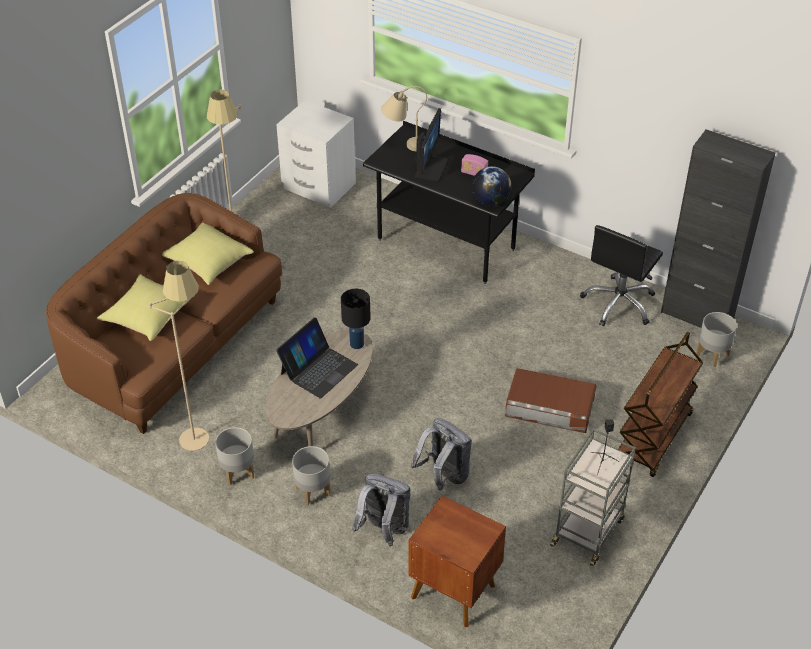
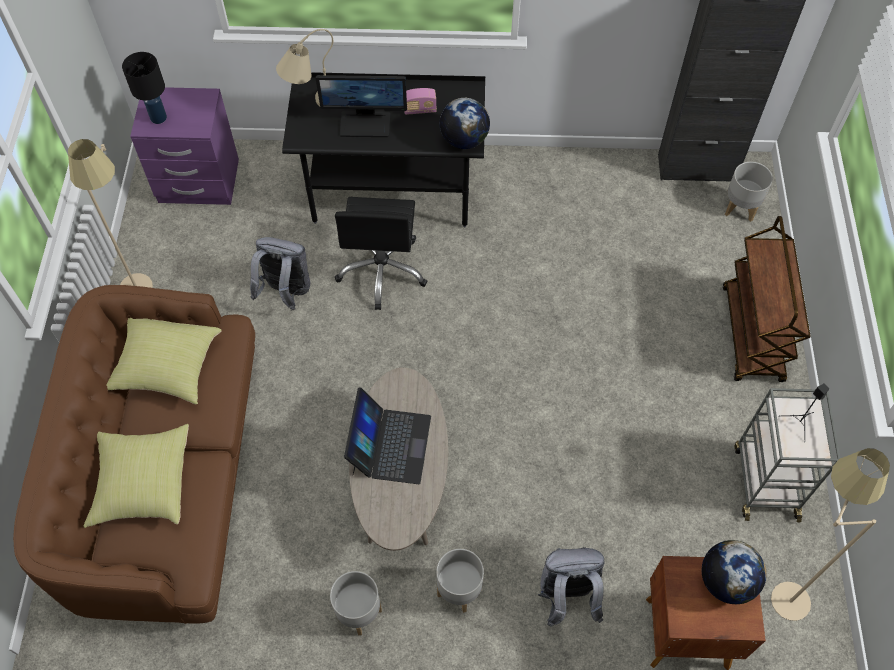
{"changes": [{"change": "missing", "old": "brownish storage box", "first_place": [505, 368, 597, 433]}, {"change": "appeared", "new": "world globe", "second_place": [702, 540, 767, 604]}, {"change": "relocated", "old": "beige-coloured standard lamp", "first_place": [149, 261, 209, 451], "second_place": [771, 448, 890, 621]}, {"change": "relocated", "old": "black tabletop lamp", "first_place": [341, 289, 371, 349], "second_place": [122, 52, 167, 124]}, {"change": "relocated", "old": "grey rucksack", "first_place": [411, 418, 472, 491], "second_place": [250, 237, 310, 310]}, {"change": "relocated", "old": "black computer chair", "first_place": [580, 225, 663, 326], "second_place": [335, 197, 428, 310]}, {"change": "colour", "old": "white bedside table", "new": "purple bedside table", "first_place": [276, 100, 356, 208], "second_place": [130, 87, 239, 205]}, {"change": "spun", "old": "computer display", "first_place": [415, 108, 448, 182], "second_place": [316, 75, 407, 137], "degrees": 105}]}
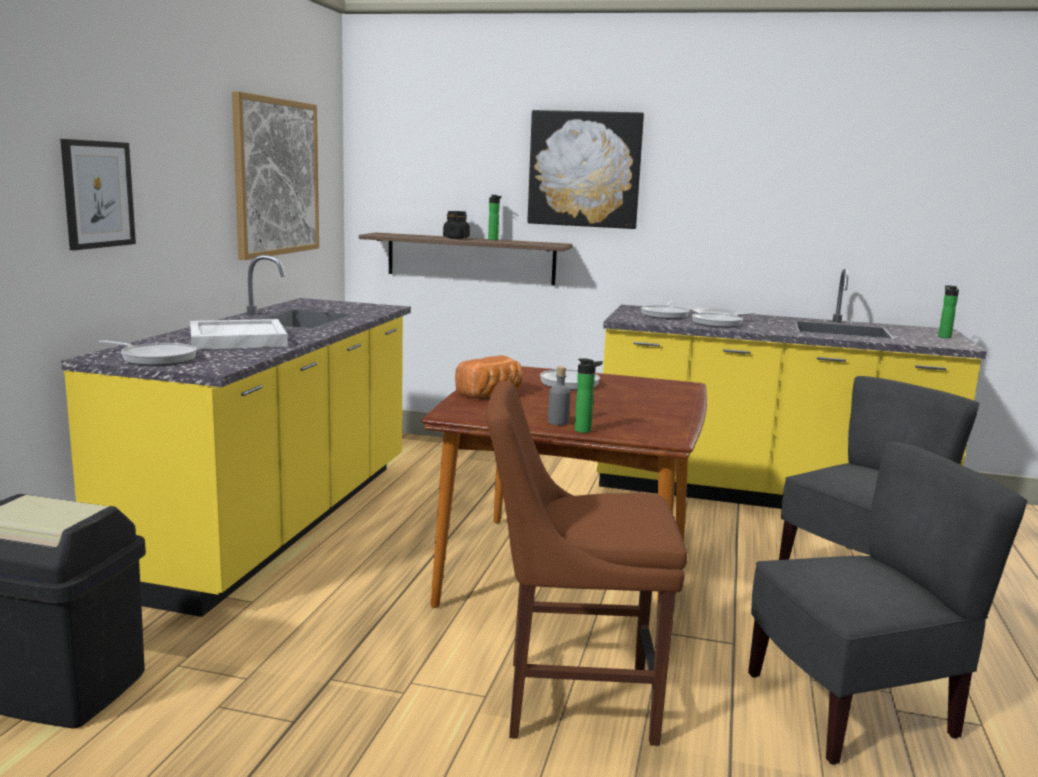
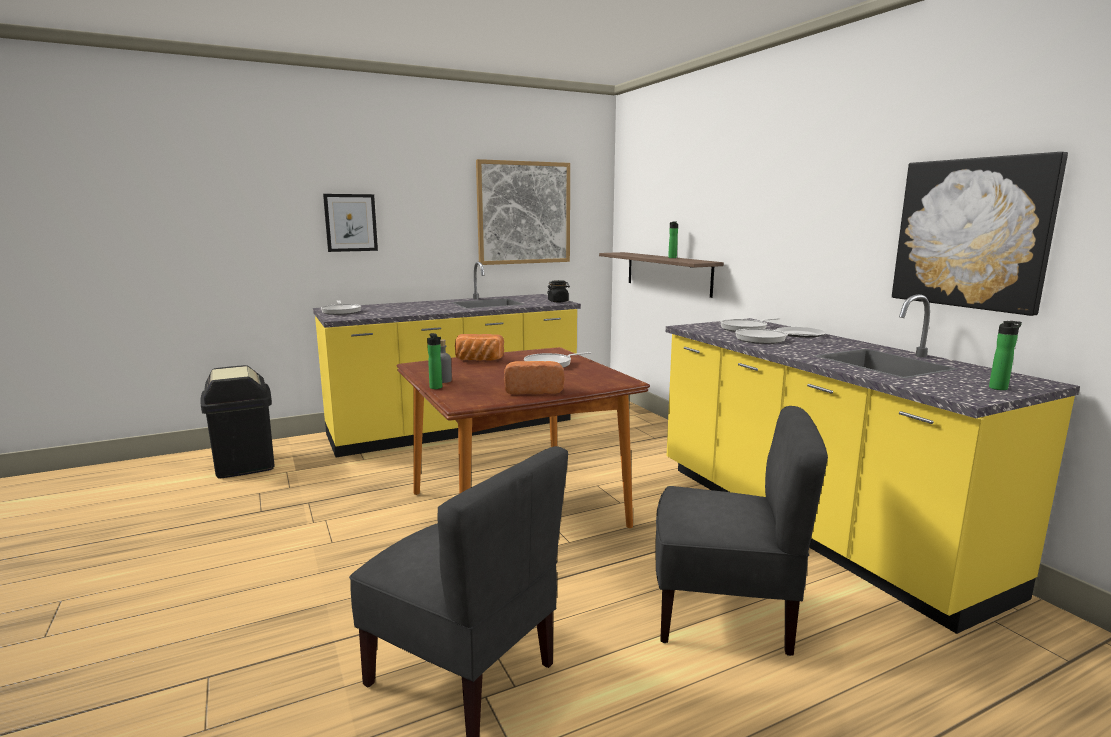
{"changes": [{"change": "missing", "old": "white tray", "first_place": [190, 319, 288, 350]}, {"change": "missing", "old": "brownish plain chair", "first_place": [487, 381, 687, 746]}, {"change": "appeared", "new": "bakery bread", "second_place": [504, 361, 564, 394]}, {"change": "relocated", "old": "black preserve jar", "first_place": [443, 211, 470, 239], "second_place": [547, 280, 570, 302]}, {"change": "relocated", "old": "picture", "first_place": [528, 110, 644, 229], "second_place": [892, 152, 1068, 316]}]}
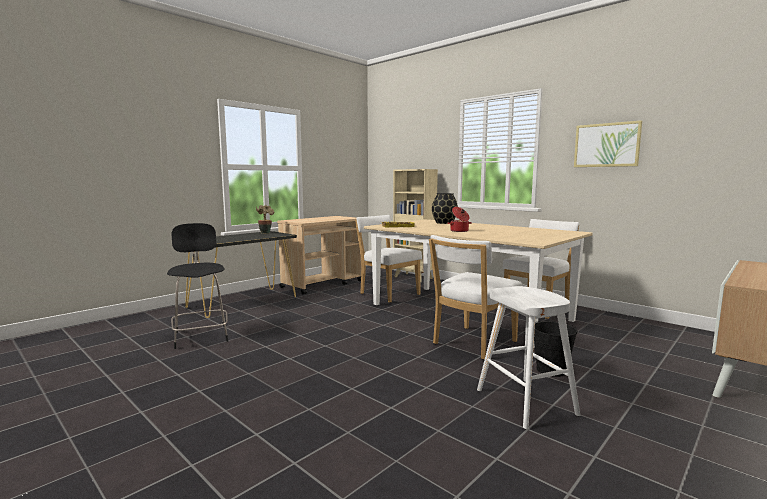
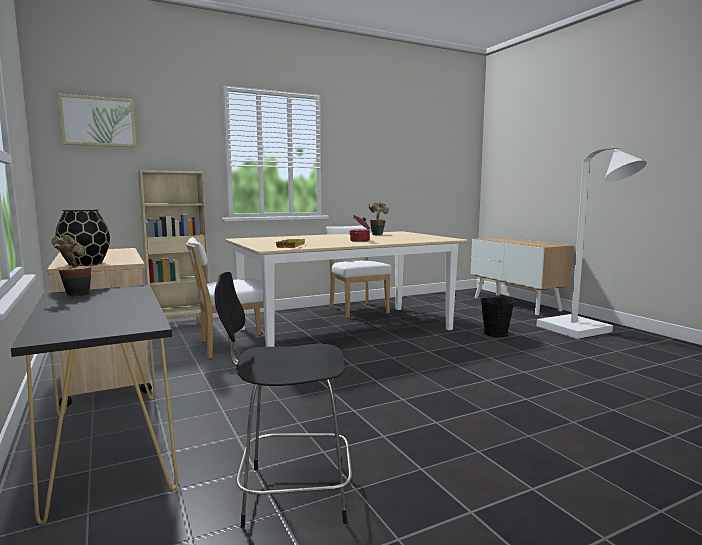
{"changes": [{"change": "missing", "old": "white plain chair", "first_place": [429, 235, 522, 360]}, {"change": "missing", "old": "white stool seat", "first_place": [477, 286, 580, 429]}, {"change": "appeared", "new": "houseplant", "second_place": [369, 202, 389, 235]}, {"change": "appeared", "new": "white standard lamp", "second_place": [536, 148, 647, 339]}, {"change": "relocated", "old": "black decorative vase", "first_place": [432, 193, 458, 224], "second_place": [55, 209, 110, 266]}, {"change": "relocated", "old": "picture", "first_place": [574, 120, 642, 167], "second_place": [58, 94, 136, 147]}]}
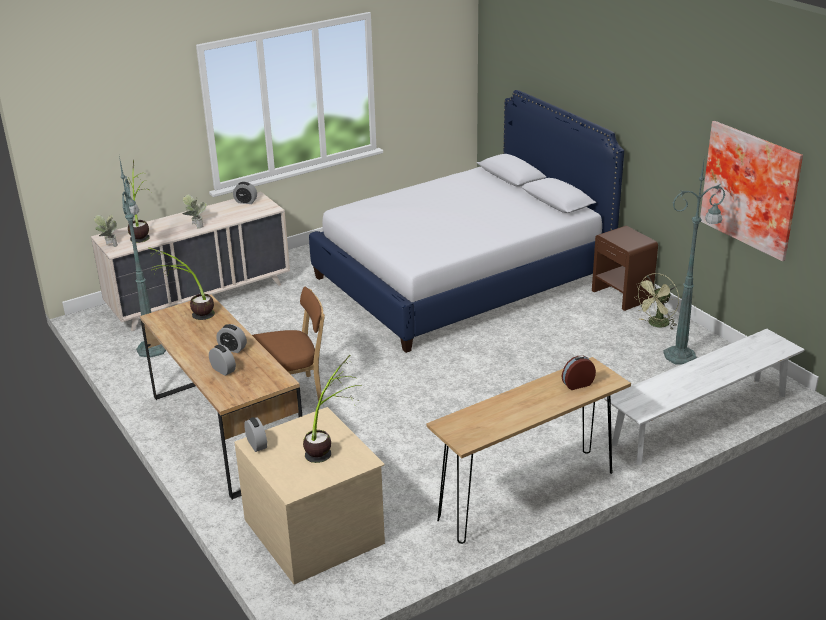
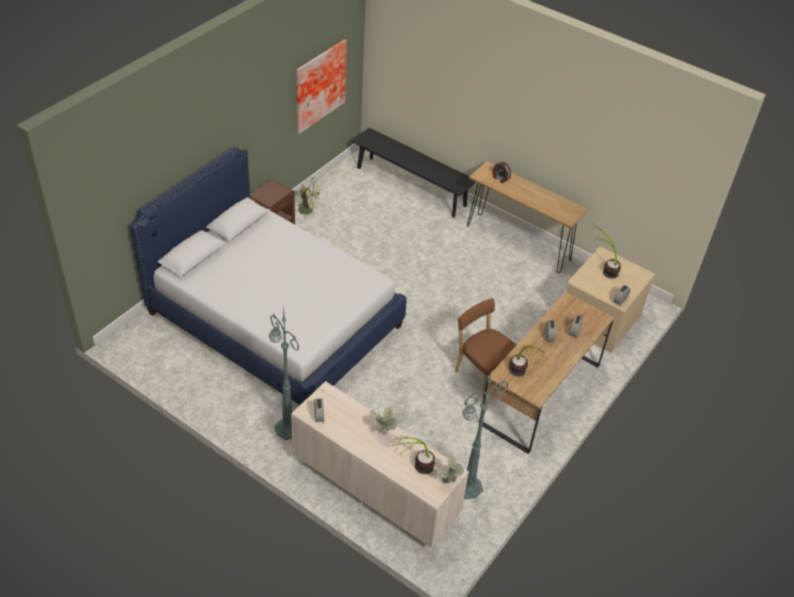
{"changes": [{"change": "relocated", "old": "greenish standard lamp", "first_place": [663, 161, 725, 365], "second_place": [269, 305, 299, 440]}, {"change": "colour", "old": "white long seat", "new": "black long seat", "first_place": [604, 329, 805, 465], "second_place": [352, 128, 476, 217]}]}
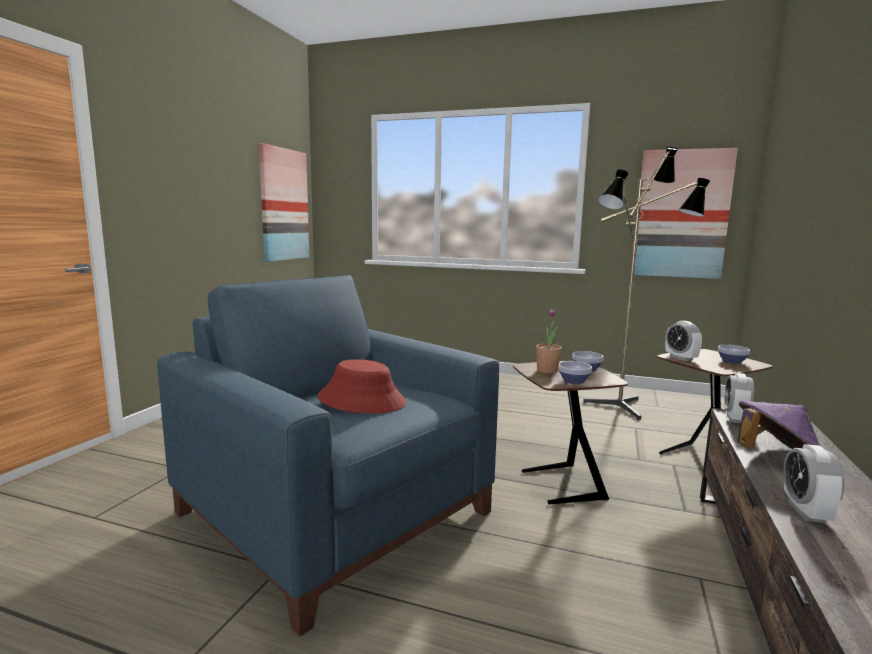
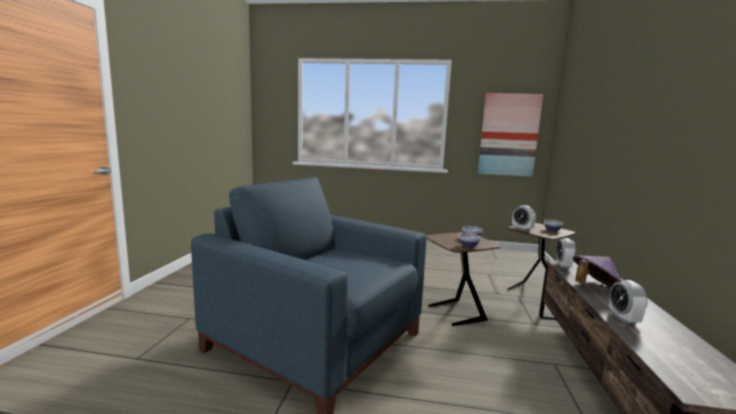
{"changes": [{"change": "missing", "old": "picture", "first_place": [259, 143, 309, 262]}, {"change": "missing", "old": "red clothing hat", "first_place": [318, 359, 406, 414]}, {"change": "missing", "old": "houseplant", "first_place": [536, 309, 562, 373]}, {"change": "missing", "old": "standard lamp", "first_place": [583, 147, 710, 420]}]}
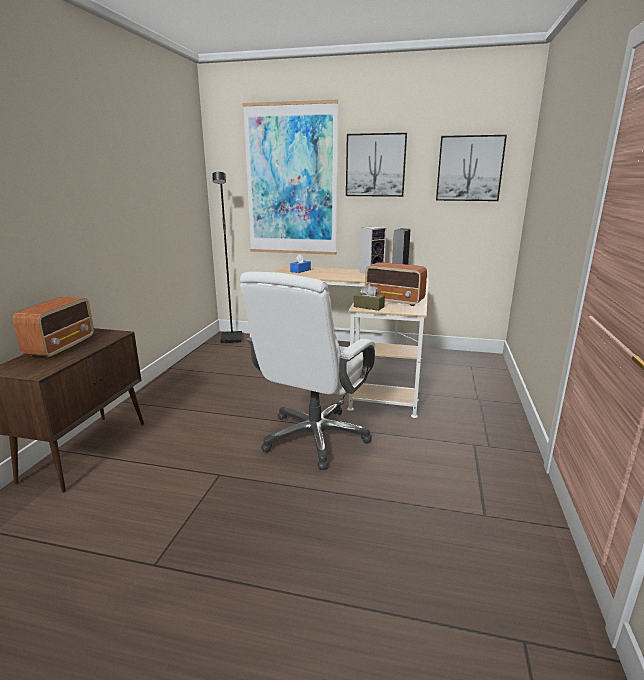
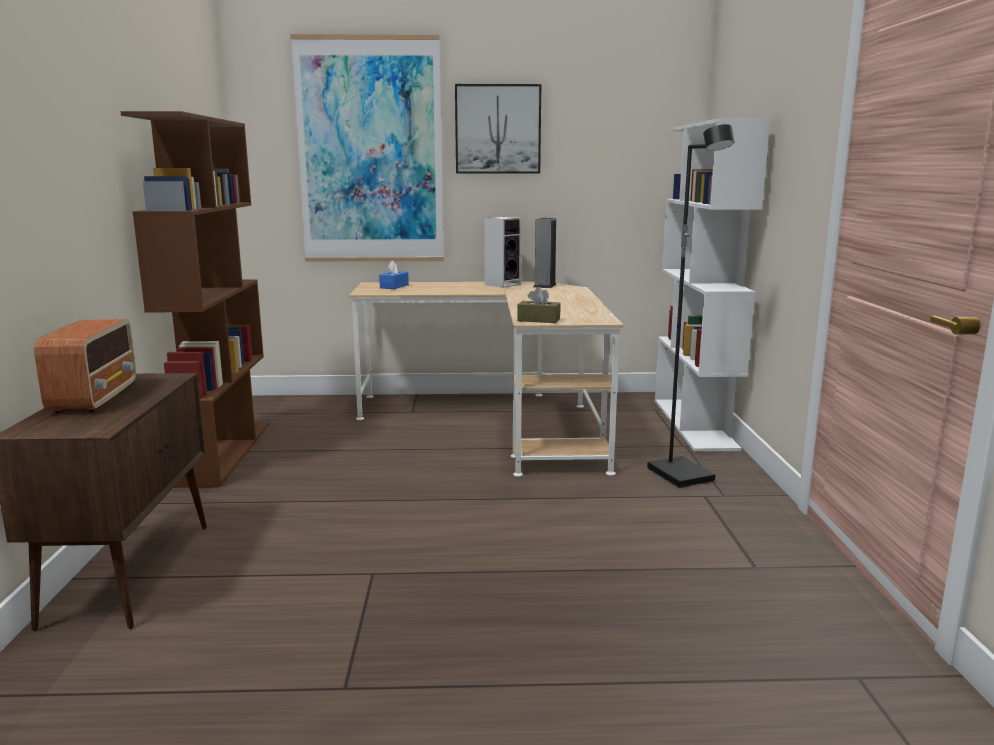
{"changes": [{"change": "missing", "old": "white computer chair", "first_place": [240, 272, 375, 470]}, {"change": "missing", "old": "radio receiver", "first_place": [365, 262, 427, 306]}, {"change": "missing", "old": "picture", "first_place": [436, 135, 507, 201]}, {"change": "appeared", "new": "brownish bookcase", "second_place": [120, 111, 269, 488]}, {"change": "appeared", "new": "white bookcase", "second_place": [655, 118, 770, 452]}, {"change": "relocated", "old": "black standard lamp", "first_place": [212, 172, 242, 344], "second_place": [647, 124, 734, 488]}]}
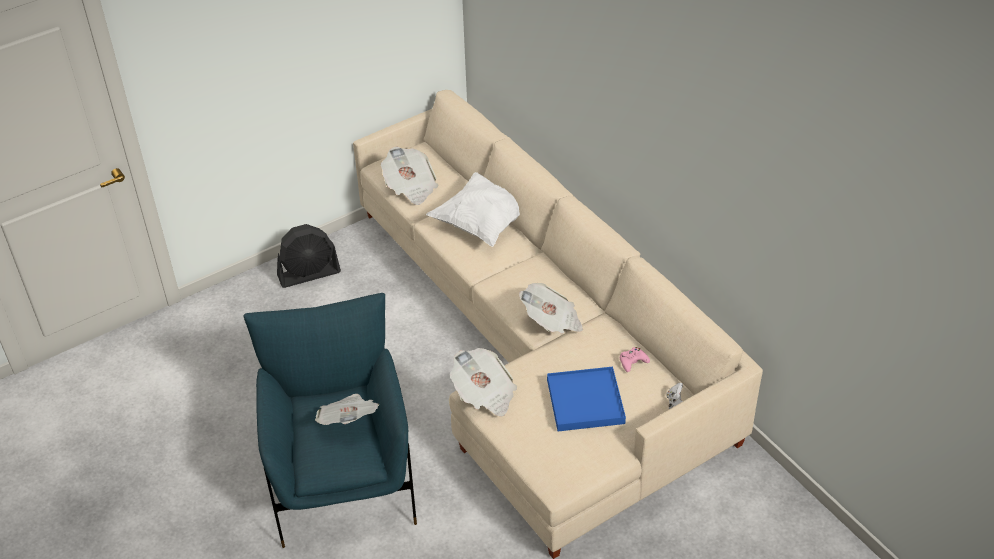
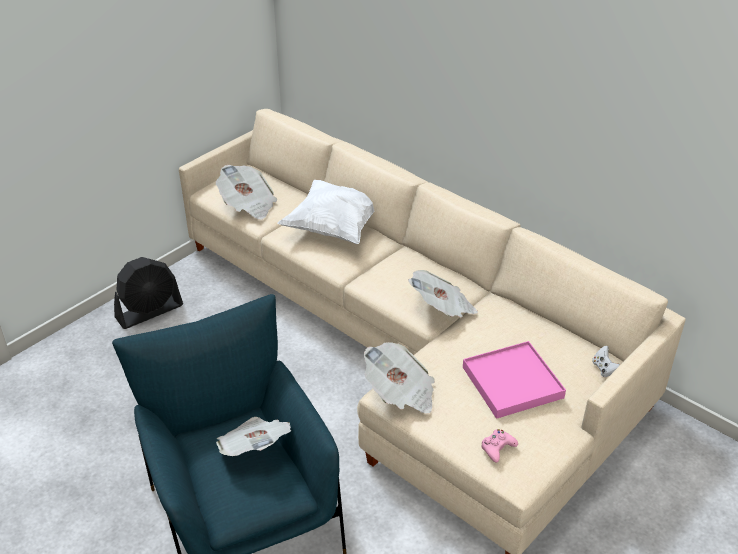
{"changes": [{"change": "relocated", "old": "pink-coloured game controller", "first_place": [620, 347, 650, 372], "second_place": [481, 429, 518, 463]}, {"change": "colour", "old": "blue-coloured tray", "new": "pink-coloured tray", "first_place": [547, 367, 626, 431], "second_place": [463, 341, 566, 419]}]}
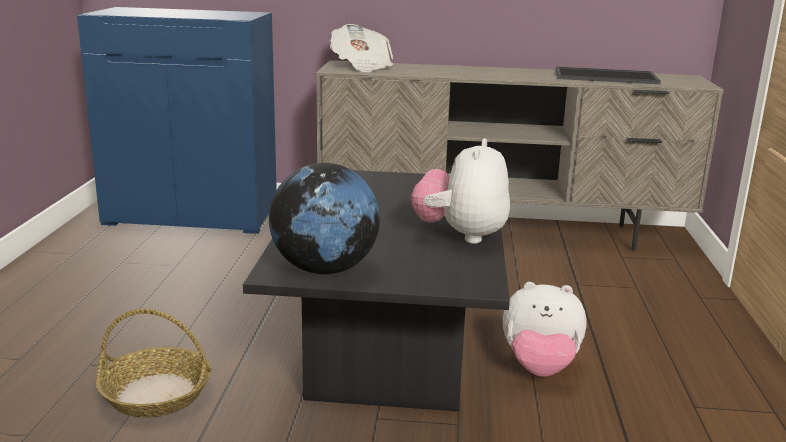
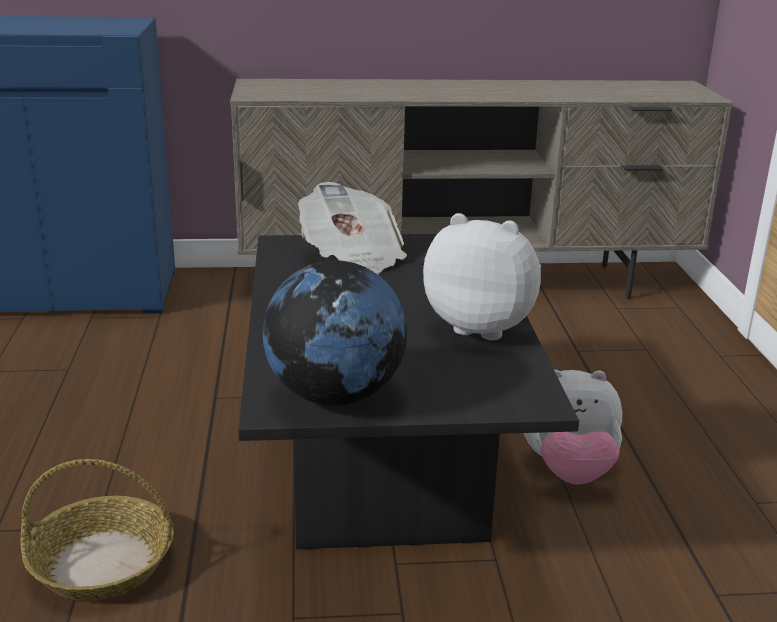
{"changes": [{"change": "missing", "old": "tray", "first_place": [556, 67, 661, 84]}, {"change": "relocated", "old": "printed paper", "first_place": [330, 24, 393, 72], "second_place": [298, 182, 407, 274]}, {"change": "spun", "old": "cuddly toy", "first_place": [412, 138, 510, 244], "second_place": [423, 213, 541, 340], "degrees": 105}]}
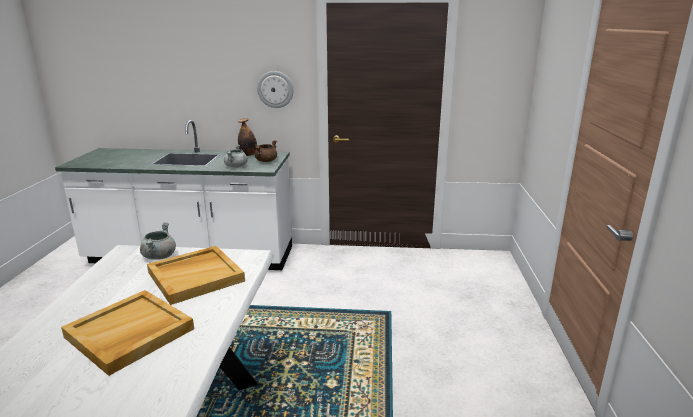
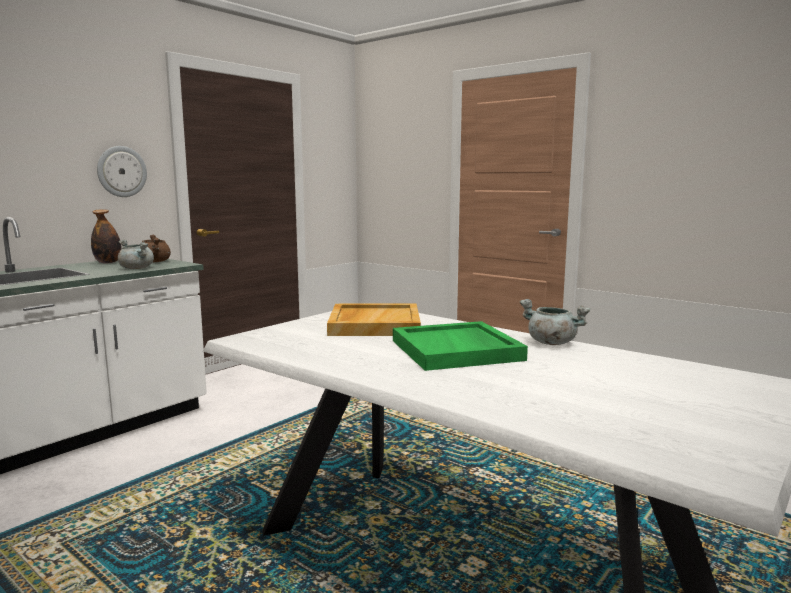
{"changes": [{"change": "relocated", "old": "grey stockpot", "first_place": [140, 222, 176, 260], "second_place": [519, 299, 590, 345]}, {"change": "colour", "old": "beige-coloured tray", "new": "greenish tray", "first_place": [61, 290, 194, 376], "second_place": [393, 321, 528, 371]}]}
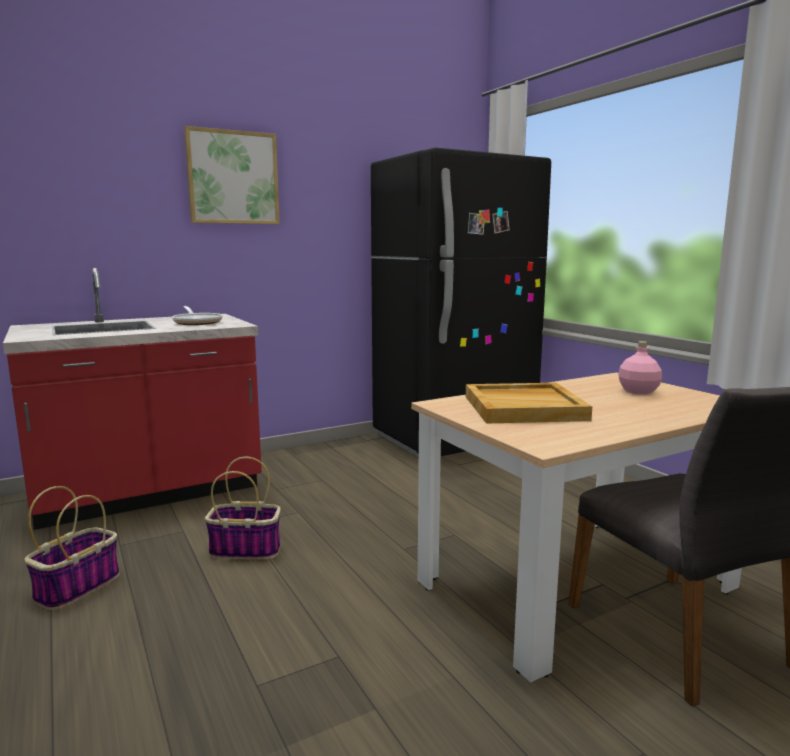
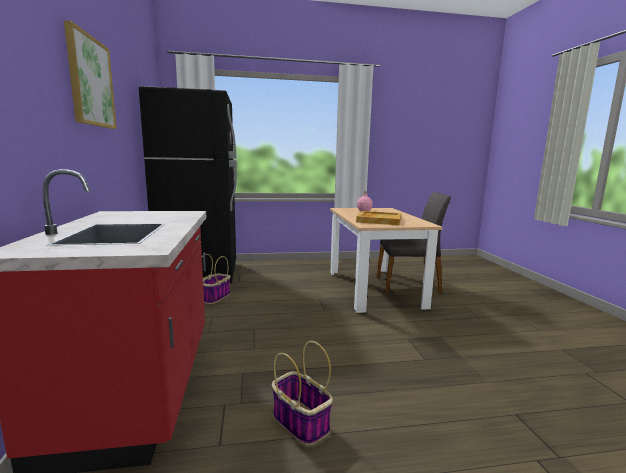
{"changes": [{"change": "missing", "old": "skillet", "first_place": [172, 306, 223, 325]}, {"change": "relocated", "old": "basket", "first_place": [205, 457, 281, 560], "second_place": [202, 254, 230, 304]}]}
